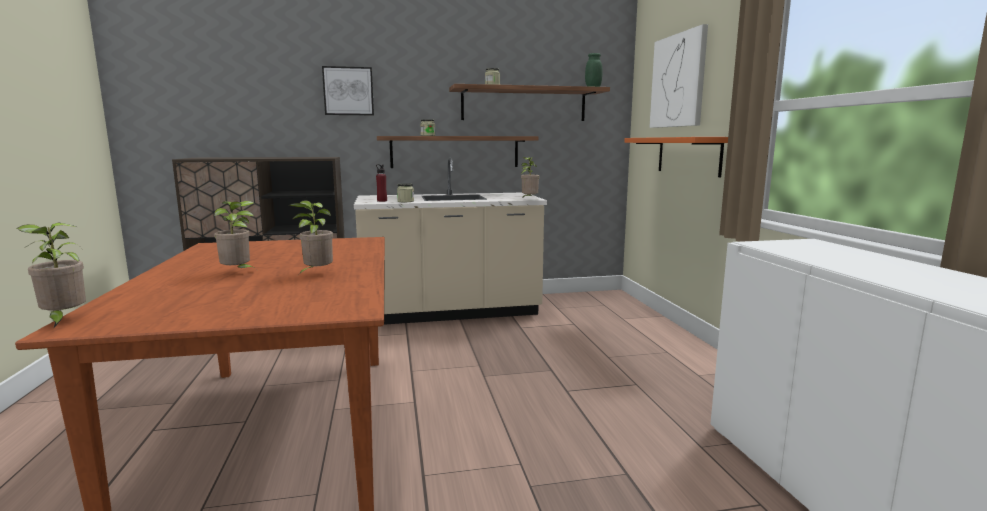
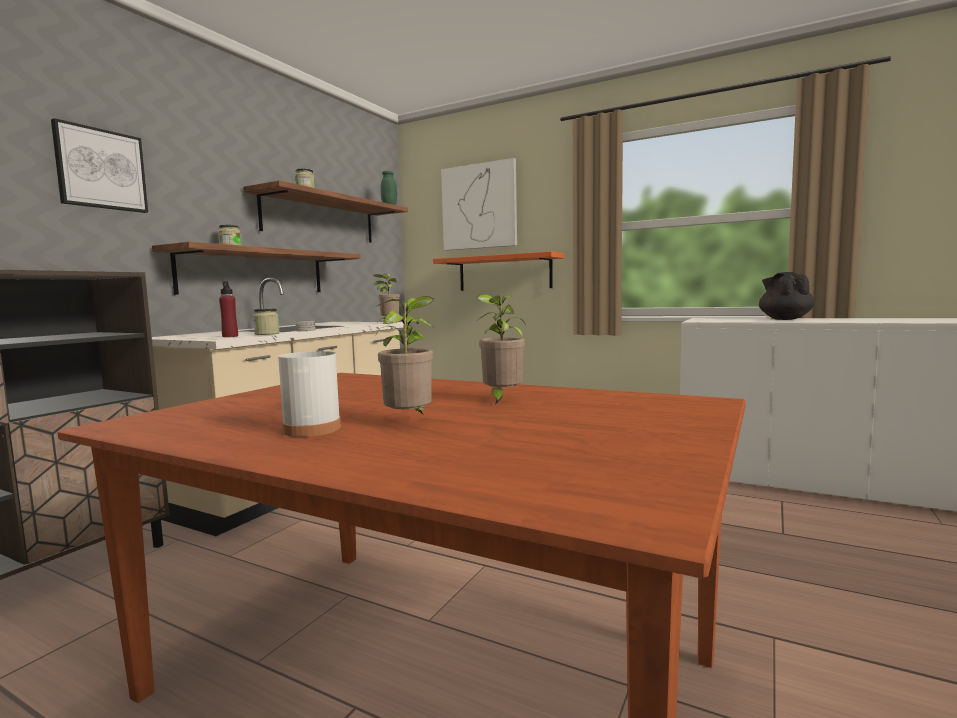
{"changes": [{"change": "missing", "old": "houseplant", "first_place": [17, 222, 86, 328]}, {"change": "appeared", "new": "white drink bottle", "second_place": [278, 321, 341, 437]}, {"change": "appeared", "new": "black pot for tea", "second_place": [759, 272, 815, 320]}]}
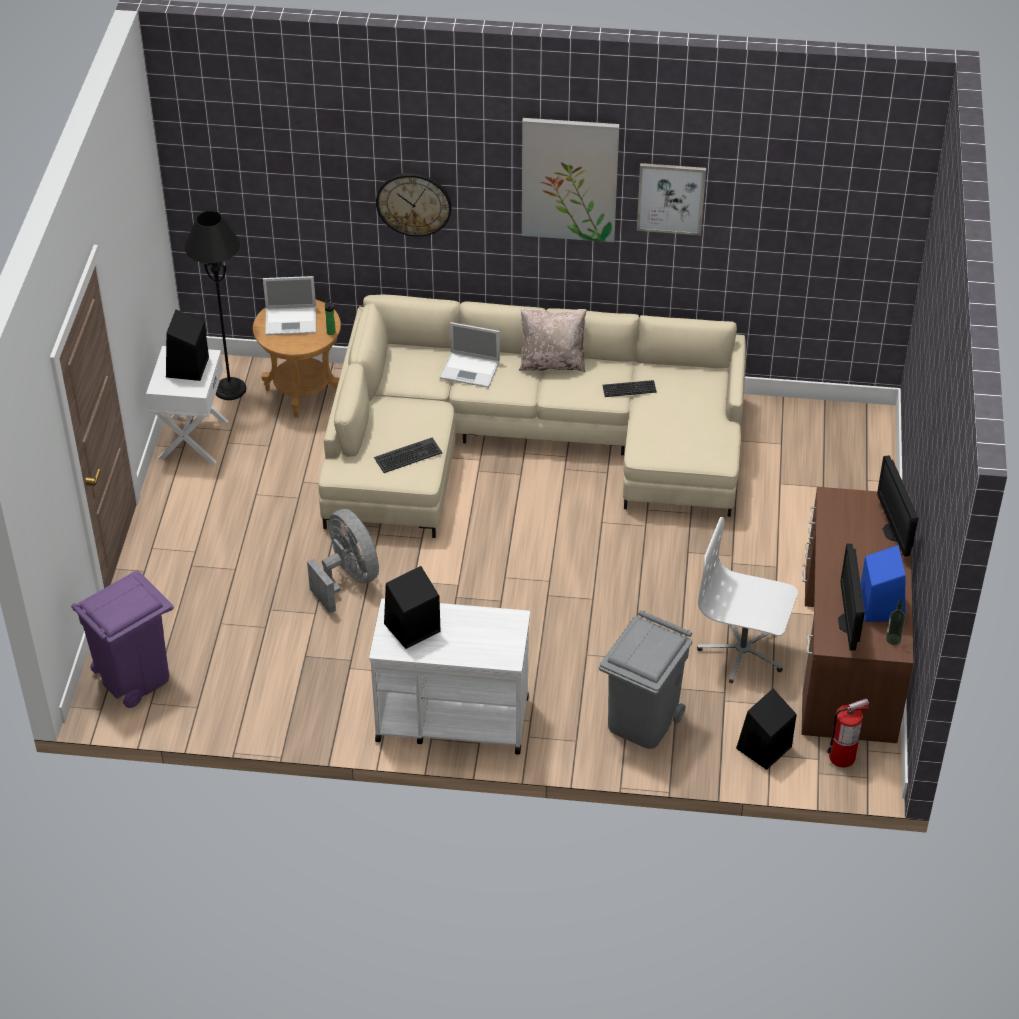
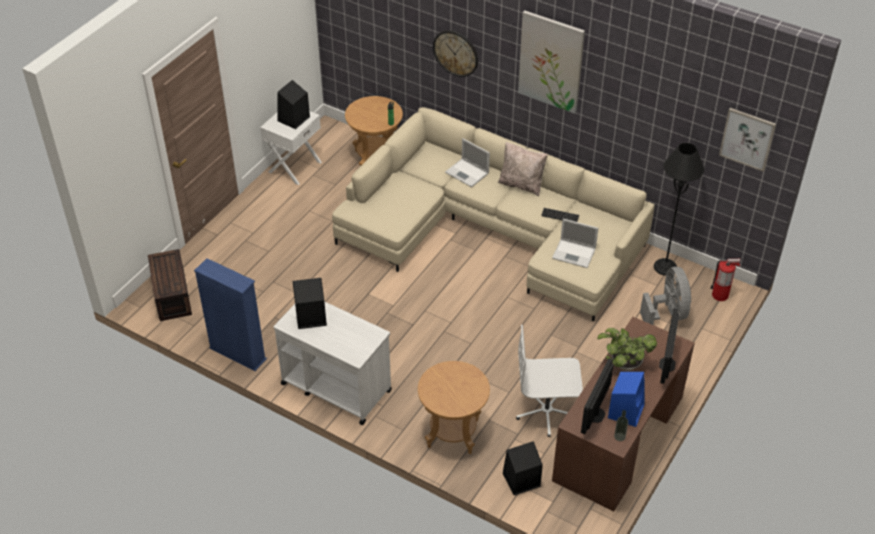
{"changes": [{"change": "missing", "old": "keyboard", "first_place": [374, 437, 442, 473]}, {"change": "appeared", "new": "blue-coloured bookcase", "second_place": [194, 258, 267, 371]}, {"change": "appeared", "new": "houseplant", "second_place": [597, 328, 657, 371]}, {"change": "relocated", "old": "black standard lamp", "first_place": [185, 211, 246, 400], "second_place": [654, 143, 704, 276]}, {"change": "relocated", "old": "portable computer", "first_place": [263, 276, 316, 335], "second_place": [552, 219, 598, 268]}, {"change": "relocated", "old": "grey cooling fan", "first_place": [307, 509, 379, 613], "second_place": [640, 267, 692, 325]}, {"change": "relocated", "old": "picture", "first_place": [637, 163, 706, 235], "second_place": [719, 108, 776, 172]}, {"change": "relocated", "old": "fire-fighting cylinder", "first_place": [827, 698, 869, 767], "second_place": [710, 259, 740, 301]}, {"change": "exchanged", "old": "purple rubbish bin", "new": "brownish storage box", "first_place": [71, 571, 174, 708], "second_place": [148, 249, 192, 321]}, {"change": "exchanged", "old": "grey rubbish bin", "new": "brownish end table", "first_place": [599, 610, 692, 749], "second_place": [418, 361, 490, 454]}, {"change": "spun", "old": "white computer chair", "first_place": [697, 517, 798, 683], "second_place": [516, 325, 583, 437], "degrees": -45}]}
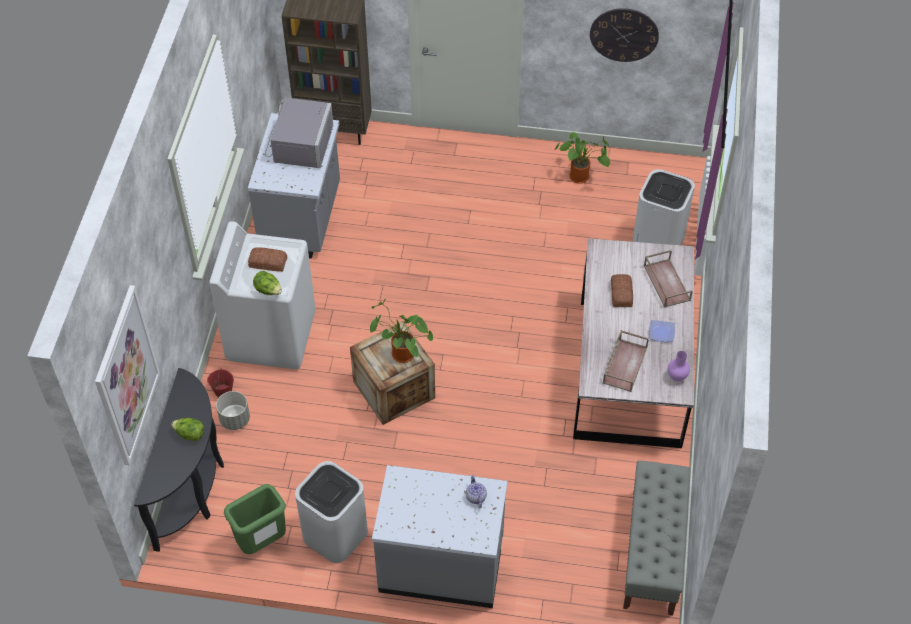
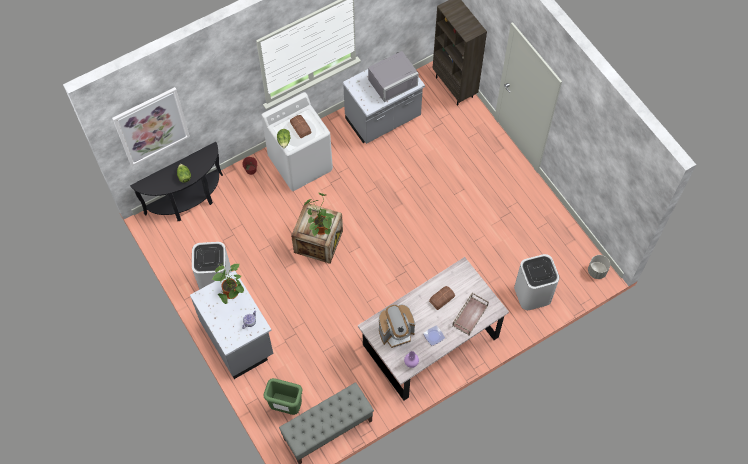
{"changes": [{"change": "missing", "old": "clock on the wall", "first_place": [590, 8, 659, 62]}, {"change": "relocated", "old": "grey plant pot", "first_place": [216, 391, 250, 430], "second_place": [588, 255, 610, 279]}, {"change": "relocated", "old": "greenish rubbish bin", "first_place": [224, 484, 286, 554], "second_place": [263, 378, 303, 415]}, {"change": "relocated", "old": "houseplant", "first_place": [555, 132, 610, 184], "second_place": [213, 263, 244, 304]}, {"change": "exchanged", "old": "brownish tray", "new": "coffee machine", "first_place": [603, 330, 649, 392], "second_place": [379, 305, 415, 348]}]}
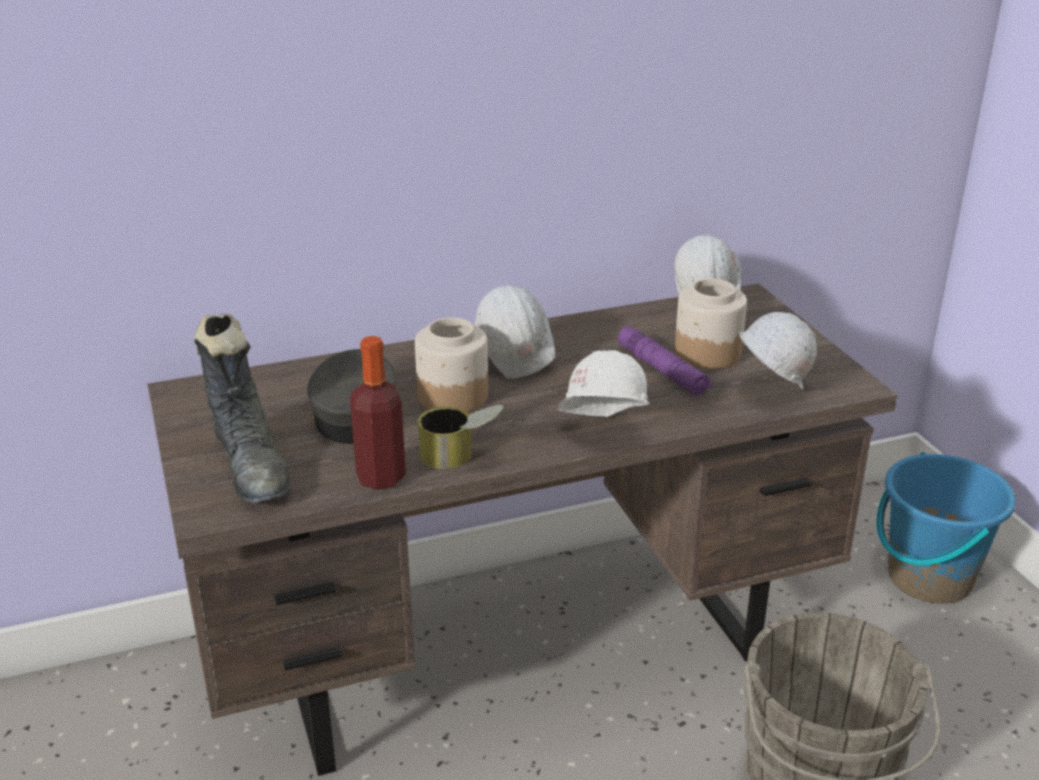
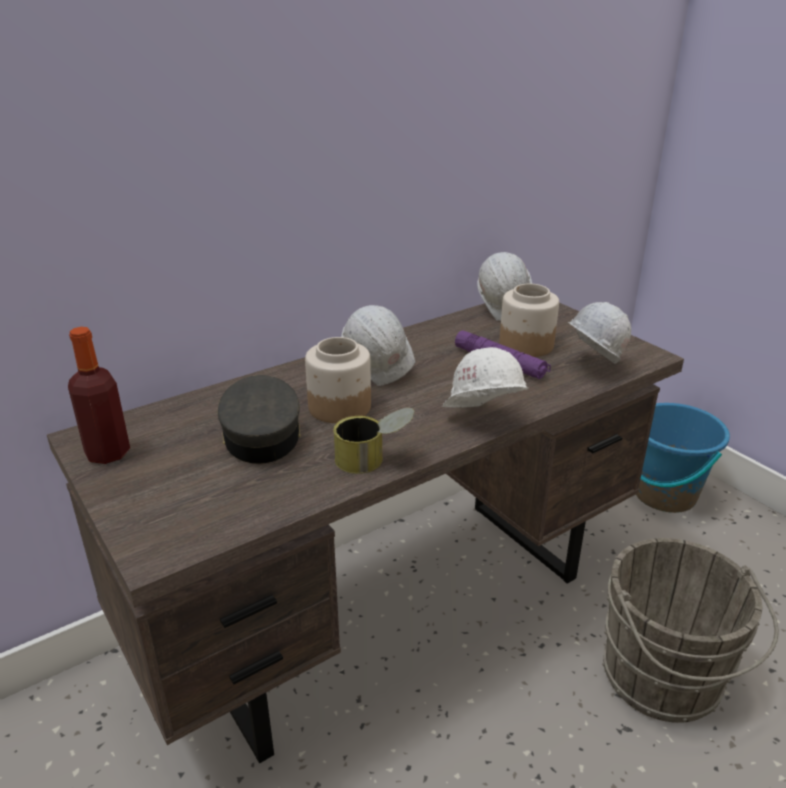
{"changes": [{"change": "missing", "old": "black high-top boot", "first_place": [194, 313, 290, 503]}, {"change": "relocated", "old": "drink bottle", "first_place": [350, 336, 406, 490], "second_place": [68, 327, 130, 464]}]}
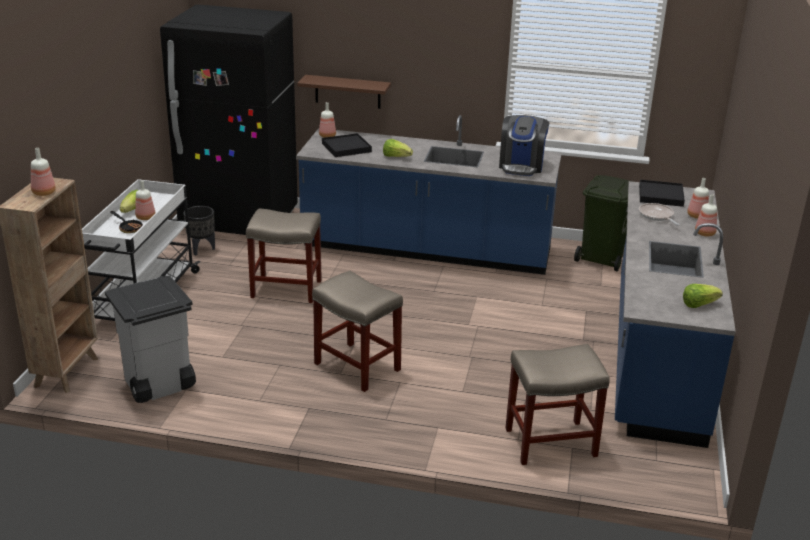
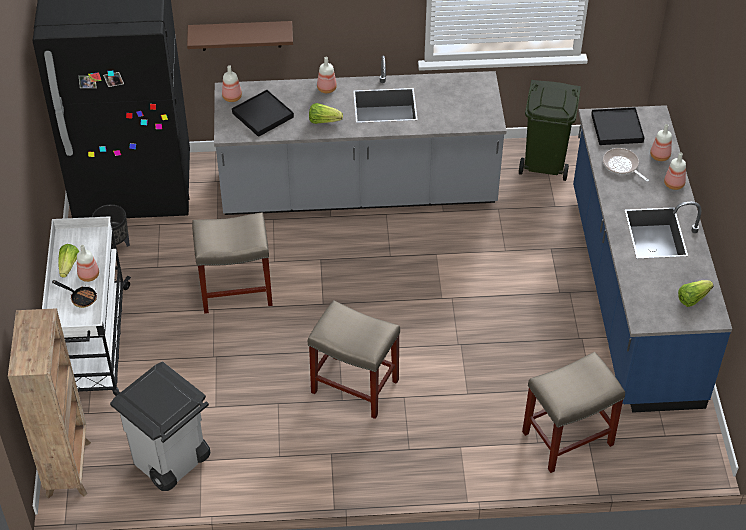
{"changes": [{"change": "missing", "old": "coffee machine", "first_place": [499, 115, 549, 176]}, {"change": "relocated", "old": "drink bottle", "first_place": [31, 148, 56, 196], "second_place": [317, 57, 337, 93]}, {"change": "colour", "old": "blue-coloured kitchen base unit", "new": "grey kitchen base unit", "first_place": [296, 115, 562, 275], "second_place": [214, 56, 506, 215]}]}
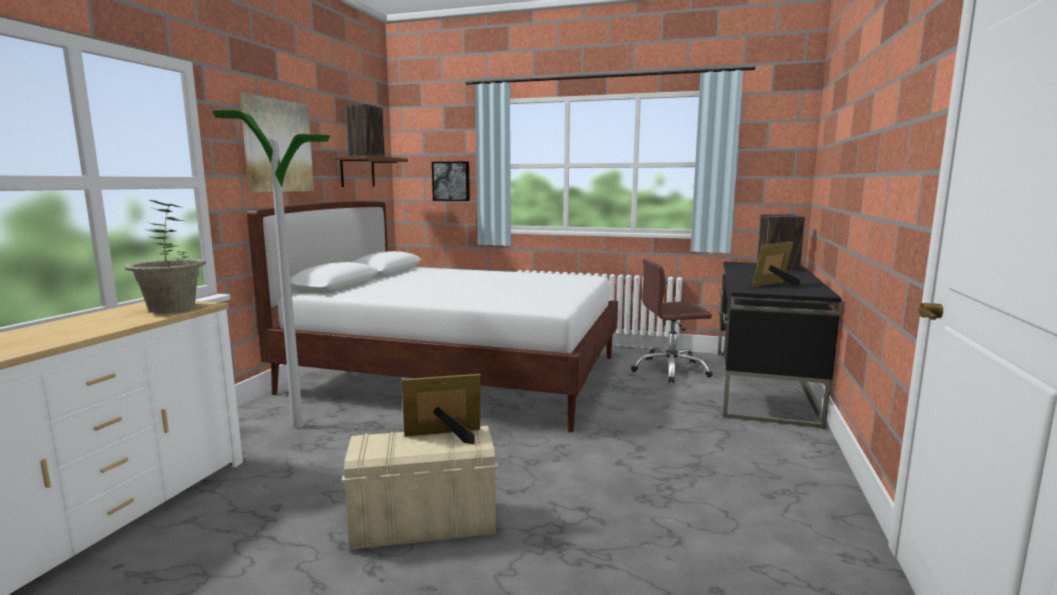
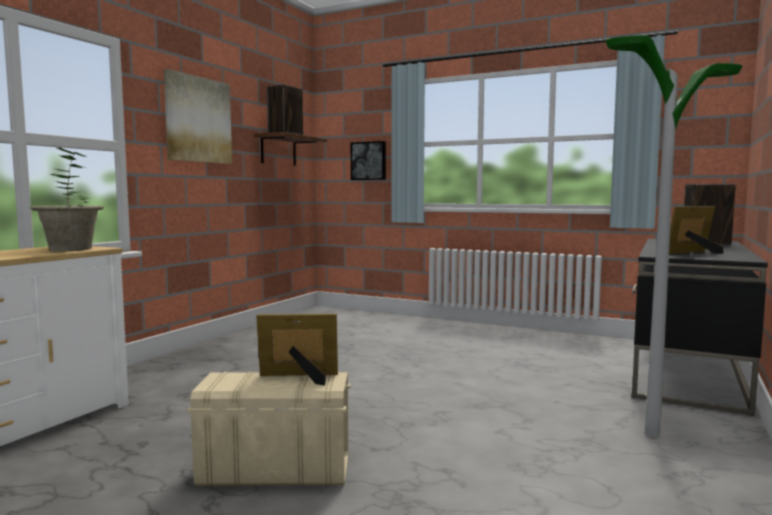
{"changes": [{"change": "missing", "old": "white bedroom bed", "first_place": [247, 201, 618, 432]}, {"change": "missing", "old": "brownish computer chair", "first_place": [631, 259, 713, 383]}, {"change": "relocated", "old": "standard lamp", "first_place": [212, 110, 330, 428], "second_place": [605, 35, 743, 437]}]}
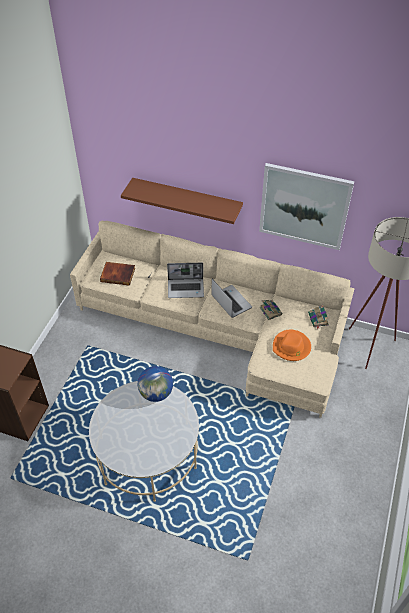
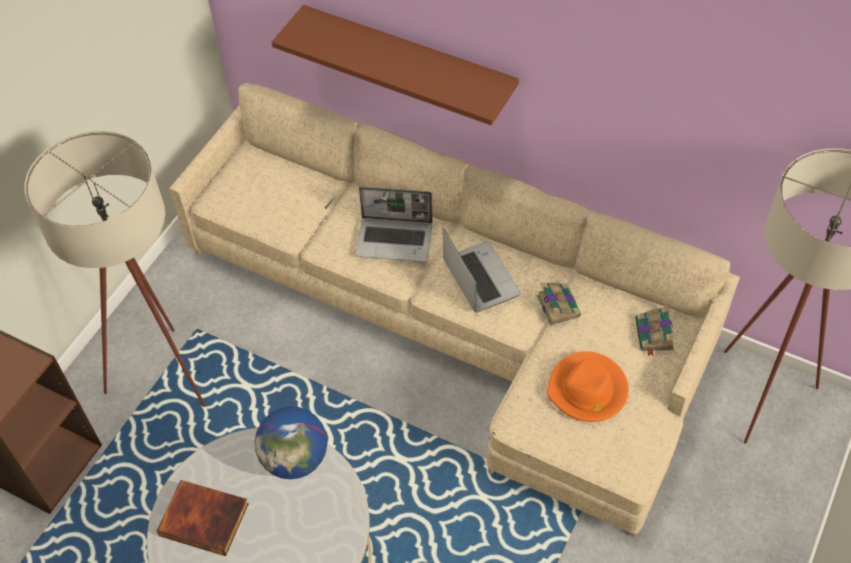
{"changes": [{"change": "missing", "old": "picture", "first_place": [259, 163, 354, 250]}, {"change": "appeared", "new": "beige-coloured standard lamp", "second_place": [24, 131, 206, 407]}, {"change": "relocated", "old": "volume", "first_place": [100, 262, 135, 286], "second_place": [157, 480, 249, 556]}]}
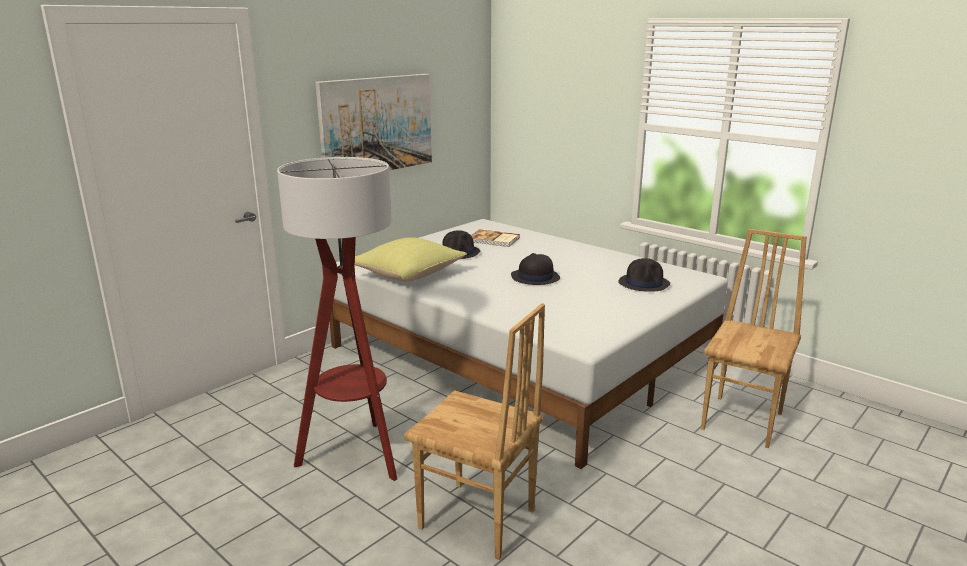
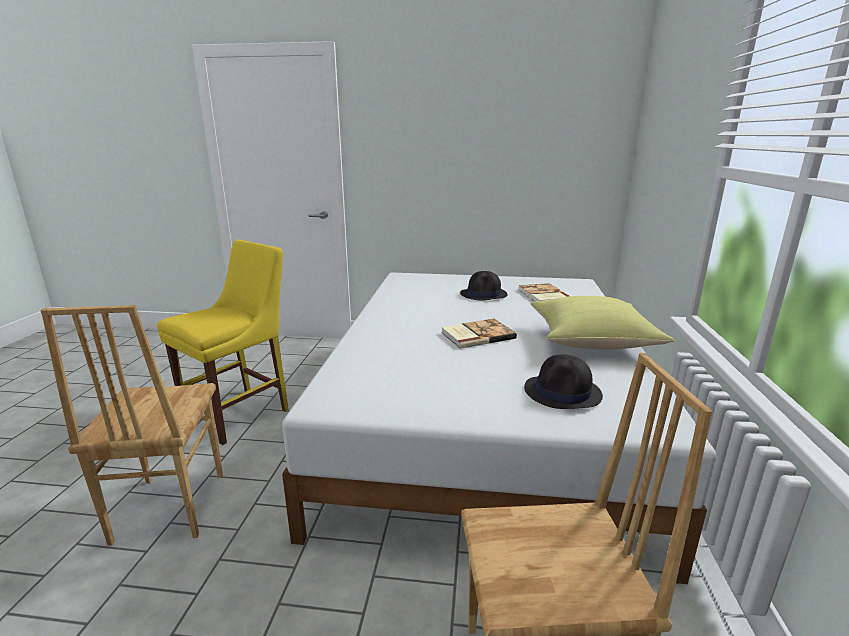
{"changes": [{"change": "missing", "old": "picture", "first_place": [315, 74, 432, 170]}, {"change": "relocated", "old": "yellow-coloured throw pillow", "first_place": [355, 237, 467, 281], "second_place": [530, 296, 675, 350]}, {"change": "exchanged", "old": "standard lamp", "new": "yellow-coloured plain chair", "first_place": [277, 157, 397, 481], "second_place": [157, 239, 289, 445]}, {"change": "exchanged", "old": "black clothing hat", "new": "volume", "first_place": [511, 253, 560, 285], "second_place": [441, 319, 517, 349]}]}
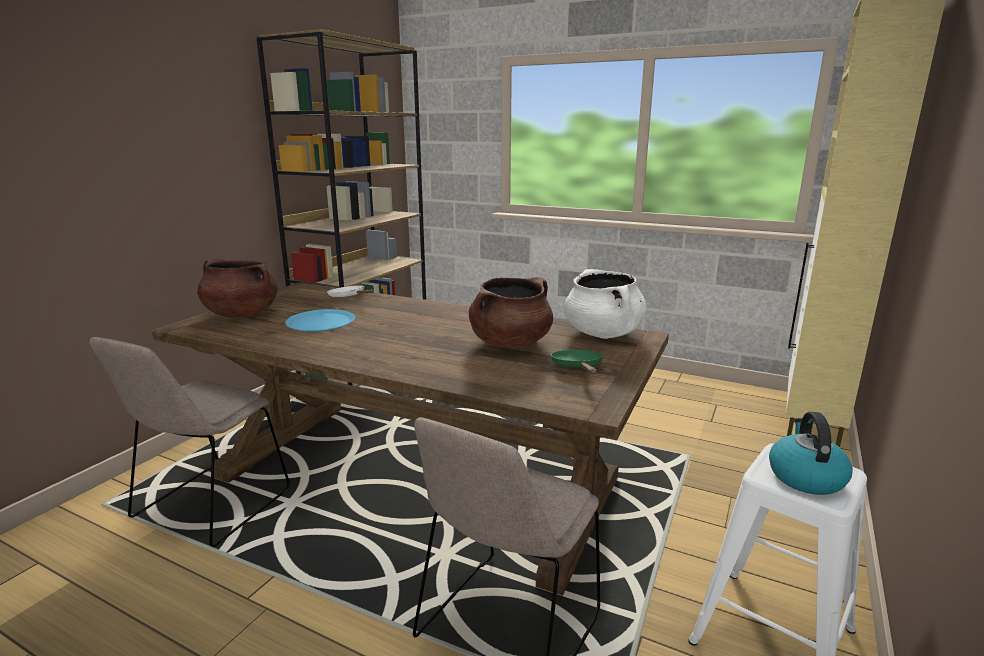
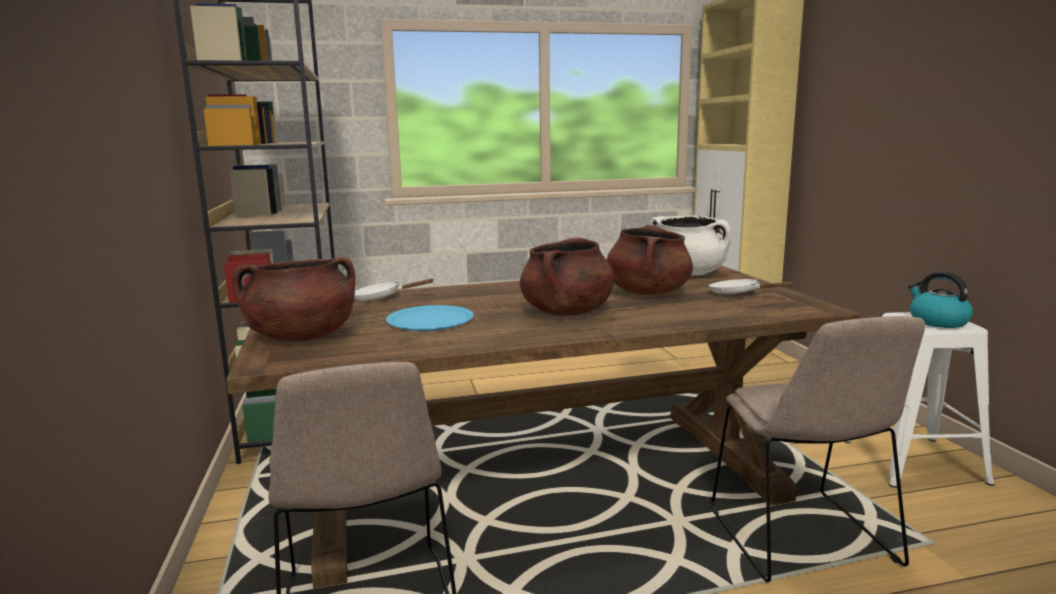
{"changes": [{"change": "appeared", "new": "brownish stockpot", "second_place": [520, 237, 614, 316]}, {"change": "colour", "old": "greenish skillet", "new": "white skillet", "first_place": [551, 350, 603, 374], "second_place": [709, 279, 793, 294]}]}
